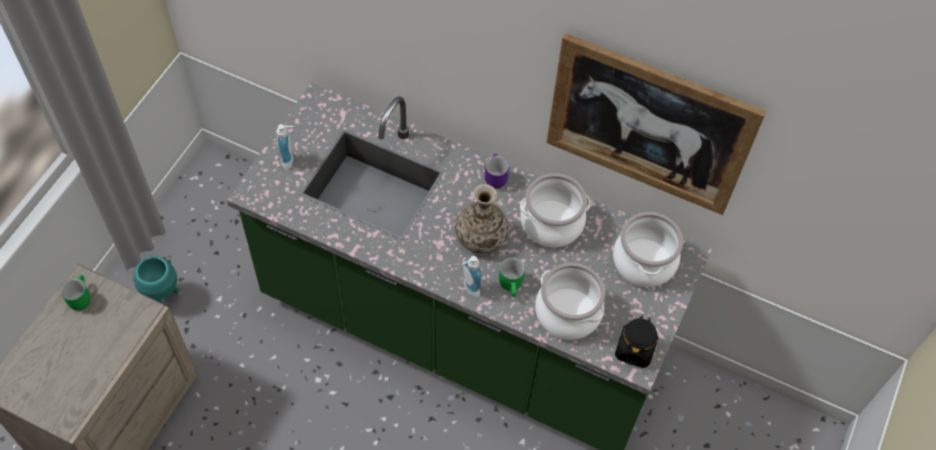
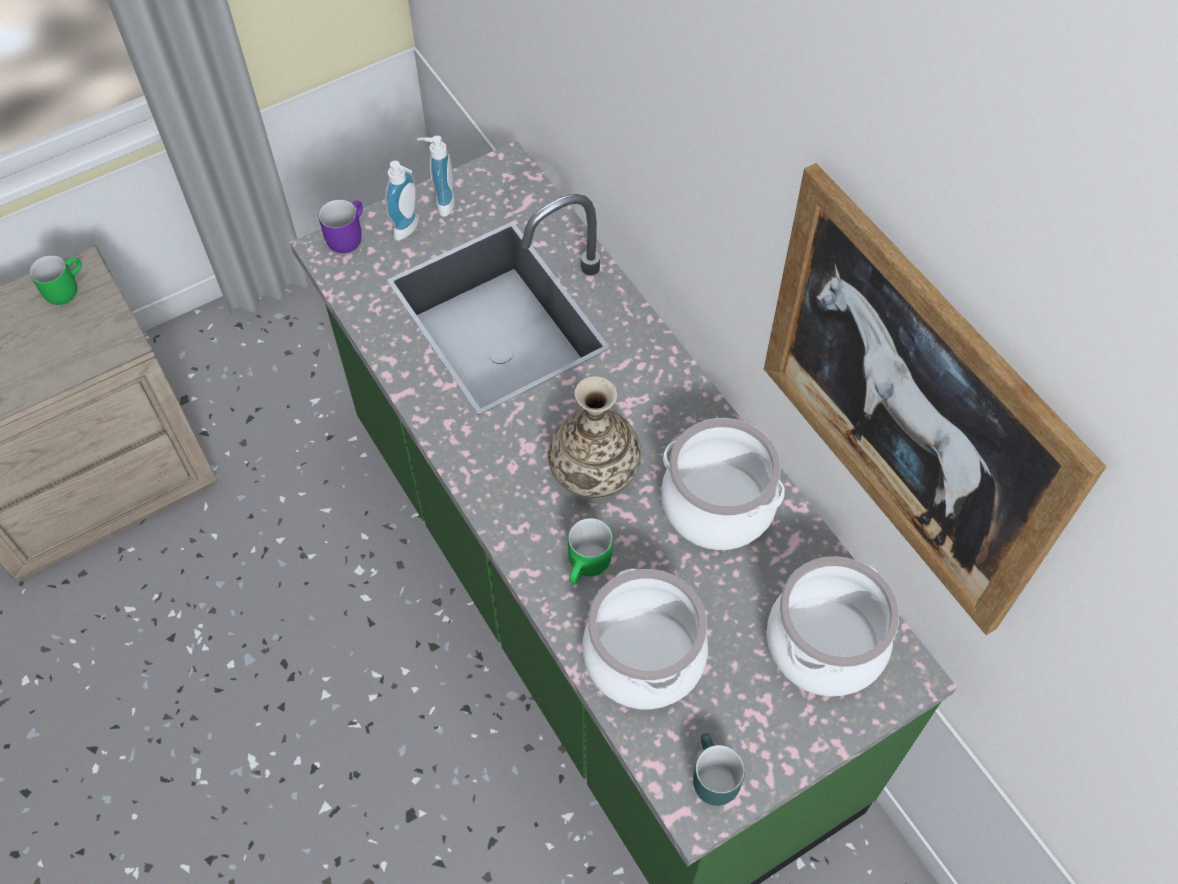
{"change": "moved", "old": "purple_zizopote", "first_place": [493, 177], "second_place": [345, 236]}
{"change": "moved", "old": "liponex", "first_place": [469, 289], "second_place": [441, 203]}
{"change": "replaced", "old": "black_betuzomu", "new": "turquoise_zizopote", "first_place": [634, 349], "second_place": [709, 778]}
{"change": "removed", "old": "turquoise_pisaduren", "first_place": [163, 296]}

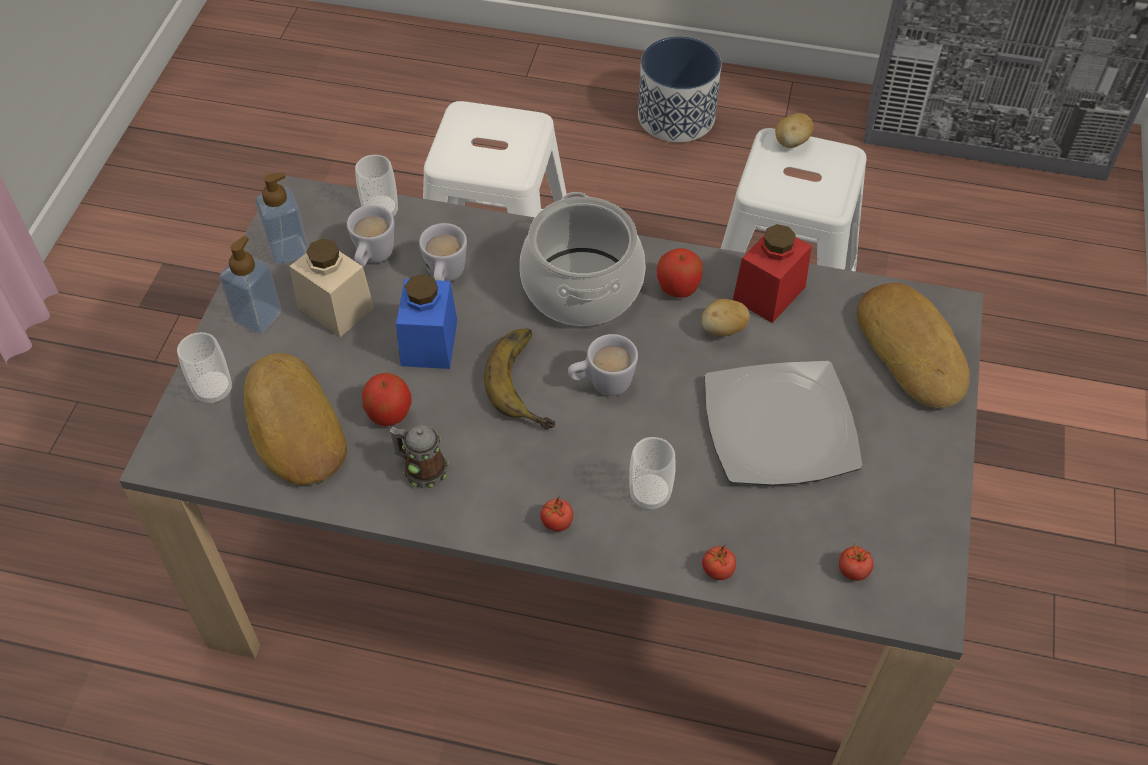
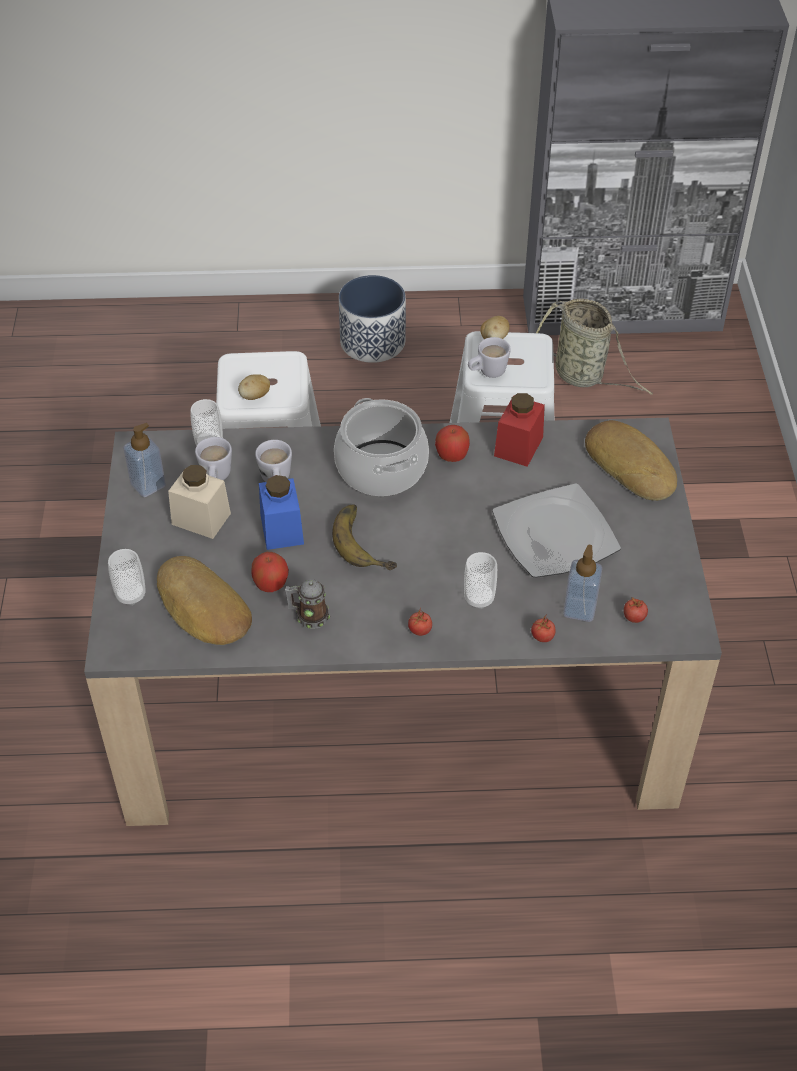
{"change": "moved", "old": "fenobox", "first_place": [723, 330], "second_place": [255, 396]}
{"change": "moved", "old": "white_zizopote", "first_place": [601, 384], "second_place": [487, 372]}
{"change": "added", "new": "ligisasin", "second_place": [582, 376]}
{"change": "moved", "old": "liponex", "first_place": [258, 317], "second_place": [579, 609]}

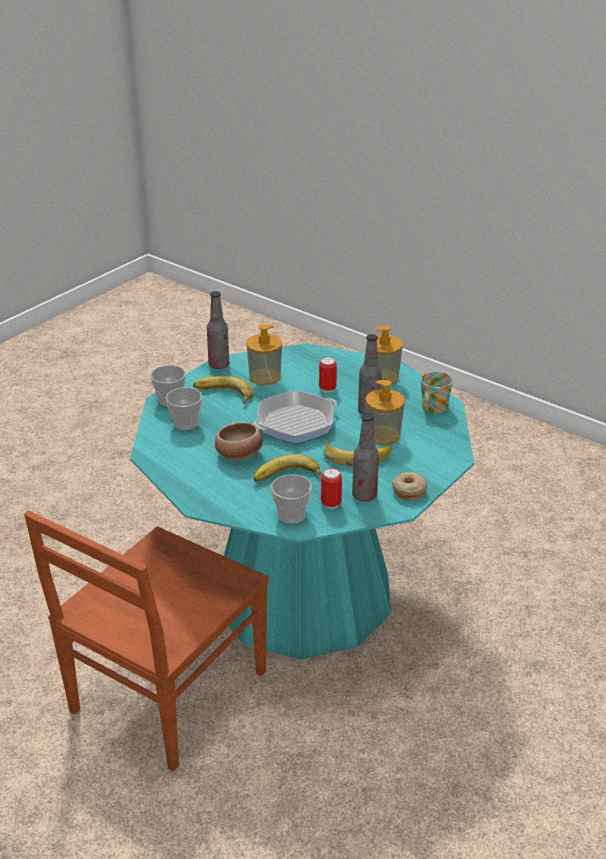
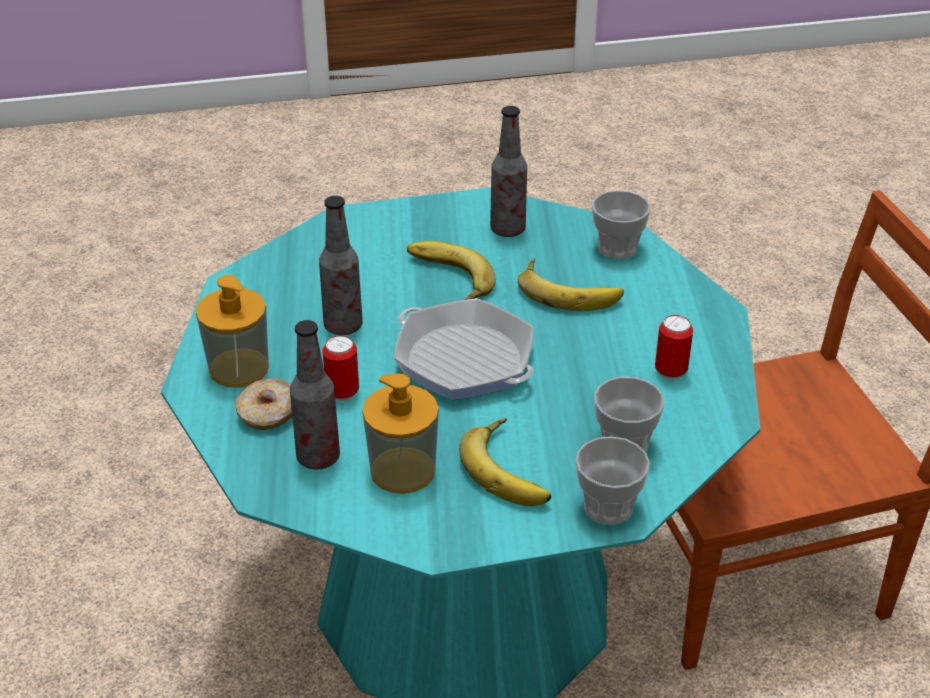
{"change": "moved", "old": "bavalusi", "first_place": [408, 491], "second_place": [268, 413]}
{"change": "moved", "old": "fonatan", "first_place": [219, 365], "second_place": [318, 457]}
{"change": "turned", "old": "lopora", "first_place": [295, 423], "second_place": [464, 360], "degrees": -150}
{"change": "moved", "old": "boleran", "first_place": [331, 504], "second_place": [670, 372]}
{"change": "removed", "old": "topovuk", "first_place": [239, 455]}
{"change": "removed", "old": "liponex", "first_place": [383, 435]}
{"change": "removed", "old": "zizopote", "first_place": [432, 408]}

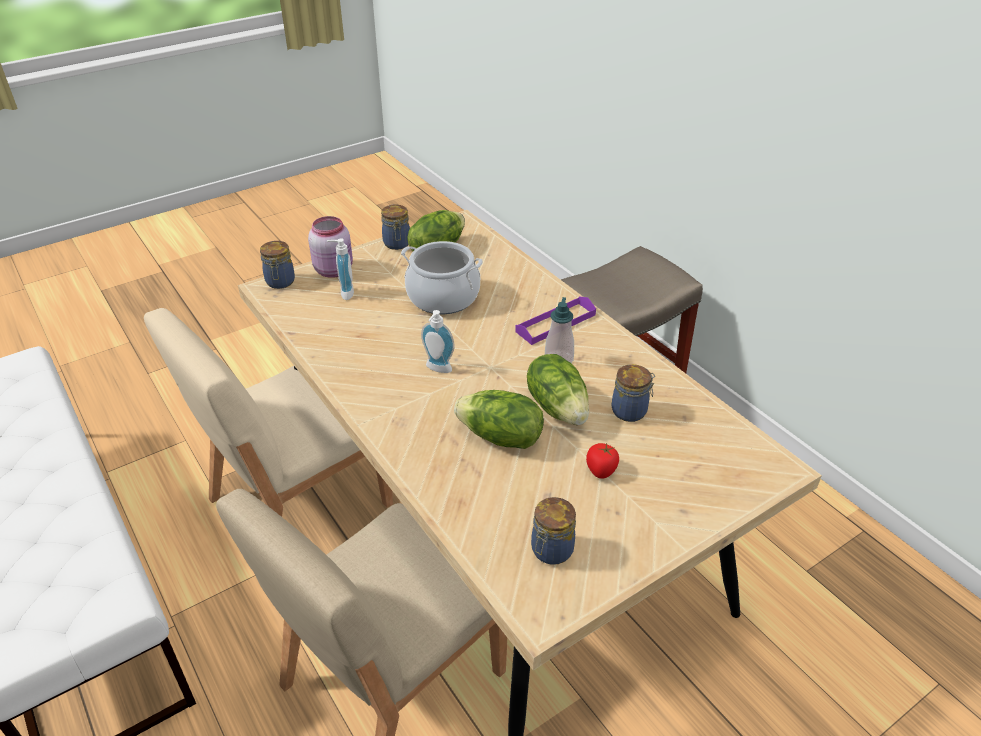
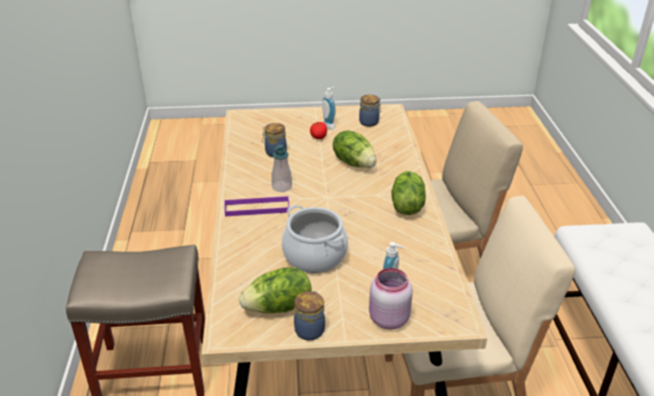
{"change": "moved", "old": "liponex", "first_place": [437, 369], "second_place": [330, 125]}
{"change": "moved", "old": "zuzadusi", "first_place": [558, 407], "second_place": [406, 205]}
{"change": "removed", "old": "betuzomu", "first_place": [280, 282]}

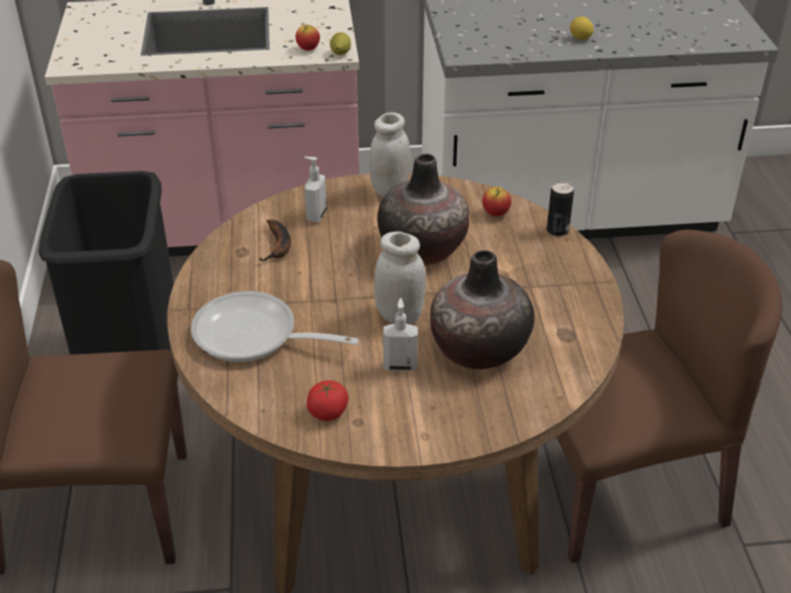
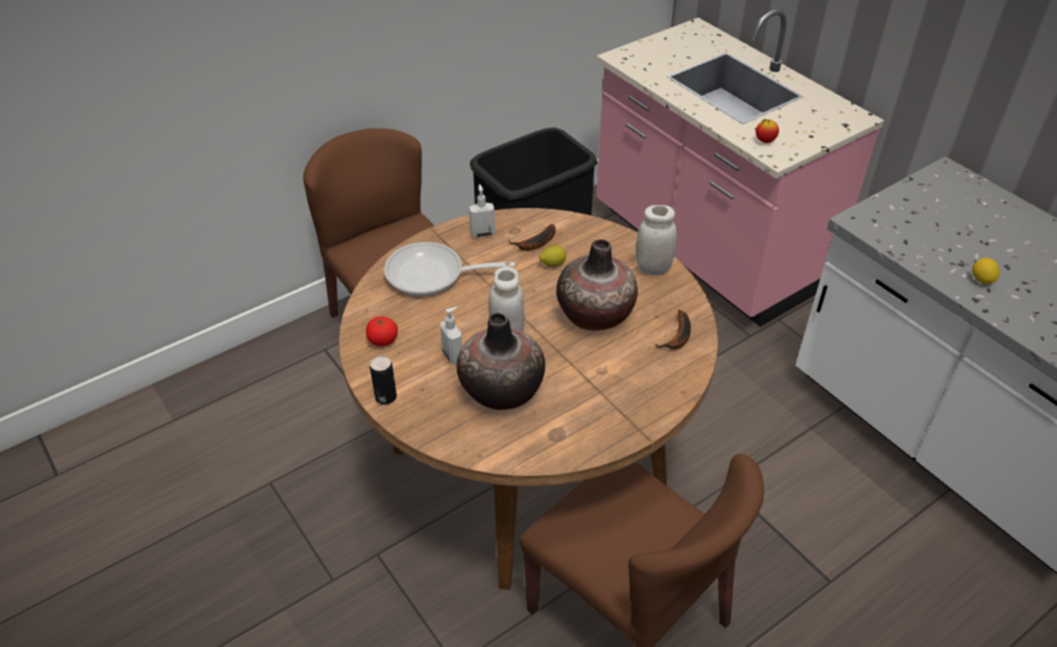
{"change": "moved", "old": "boleran", "first_place": [557, 230], "second_place": [386, 397]}
{"change": "turned", "old": "lopora", "first_place": [254, 336], "second_place": [432, 275], "degrees": -75}
{"change": "moved", "old": "liponex", "first_place": [315, 215], "second_place": [482, 233]}
{"change": "moved", "old": "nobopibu", "first_place": [340, 53], "second_place": [552, 264]}
{"change": "replaced", "old": "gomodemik", "new": "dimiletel", "first_place": [495, 214], "second_place": [678, 337]}

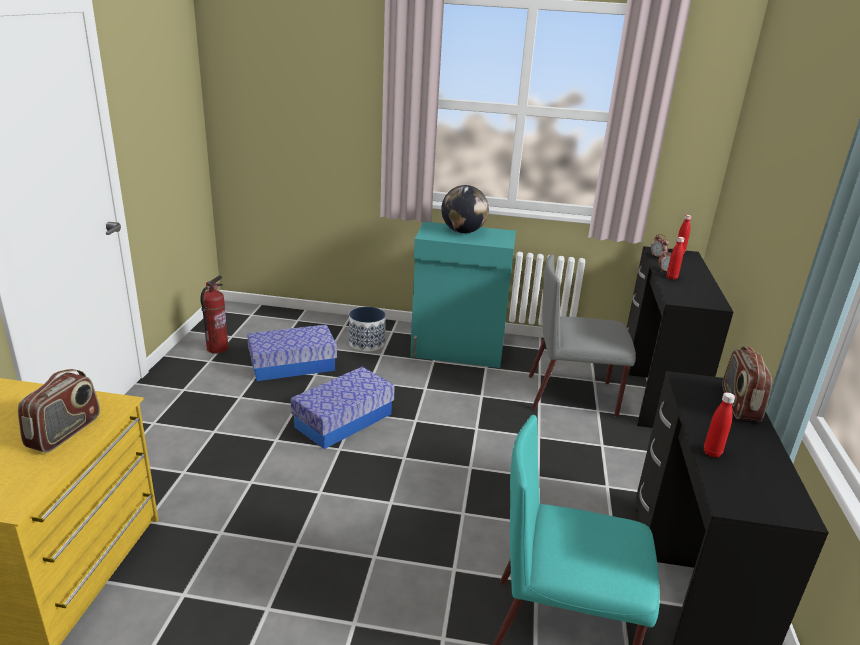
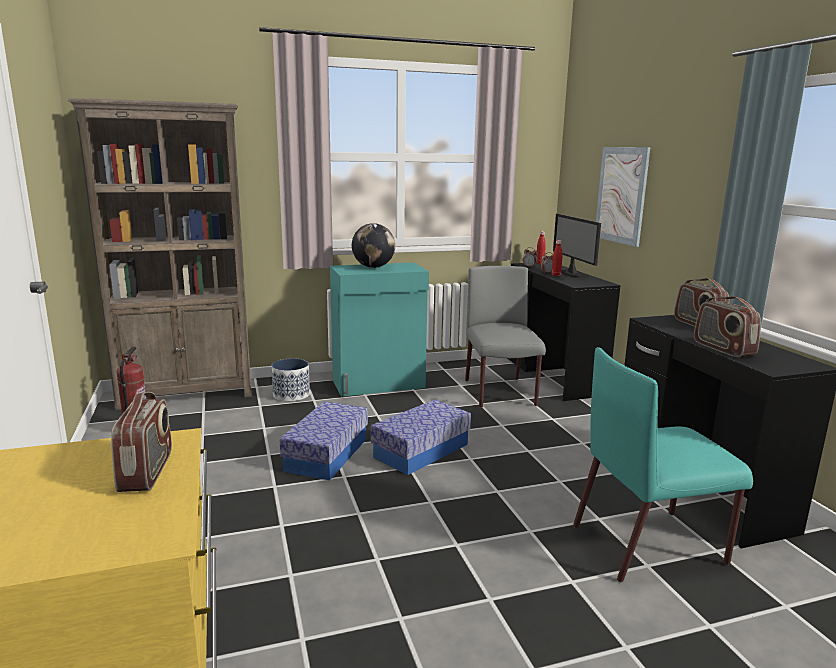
{"change": "added", "new": "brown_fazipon", "second_place": [187, 394]}
{"change": "moved", "old": "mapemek", "first_place": [293, 365], "second_place": [421, 451]}
{"change": "turned", "old": "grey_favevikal", "first_place": [573, 396], "second_place": [500, 393], "degrees": 105}
{"change": "added", "new": "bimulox", "second_place": [572, 274]}
{"change": "added", "new": "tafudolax", "second_place": [621, 195]}
{"change": "replaced", "old": "red_fonatan", "new": "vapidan", "first_place": [712, 453], "second_place": [722, 349]}

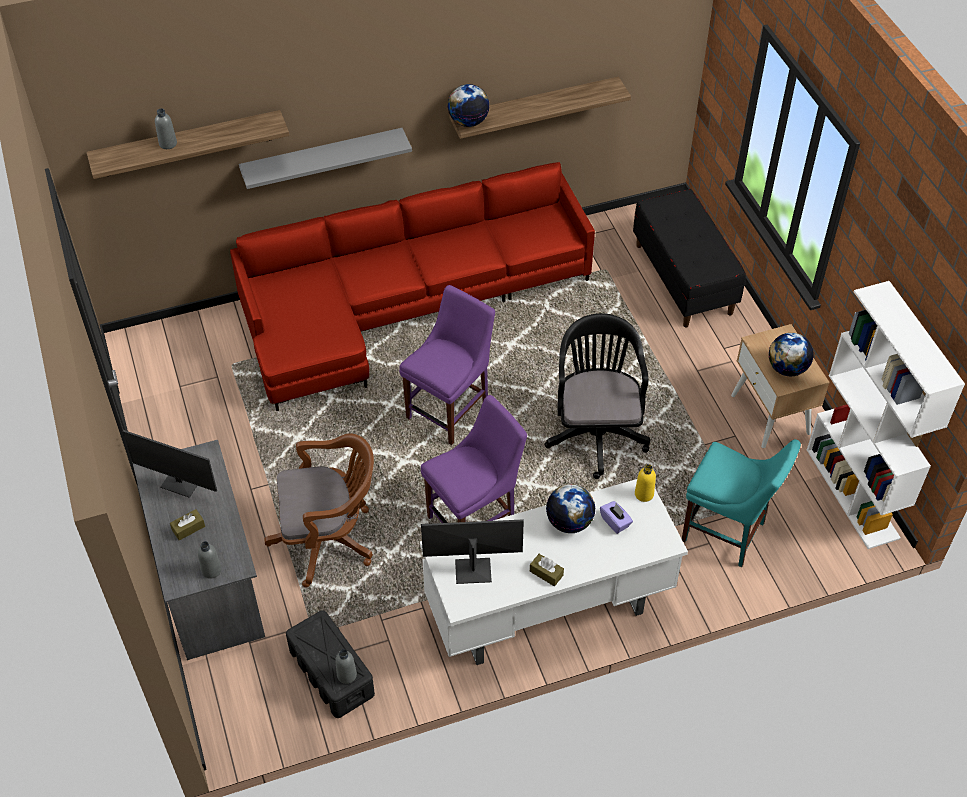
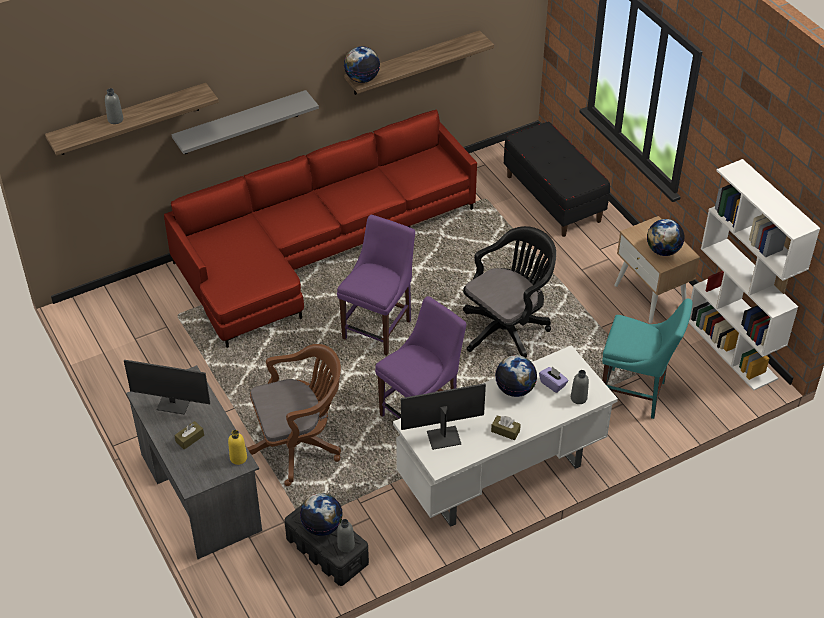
{"change": "moved", "old": "yellow_fonatan", "first_place": [644, 494], "second_place": [238, 458]}
{"change": "added", "new": "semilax", "second_place": [322, 526]}
{"change": "turned", "old": "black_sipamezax", "first_place": [596, 431], "second_place": [507, 329], "degrees": 60}
{"change": "moved", "old": "grey_fonatan", "first_place": [211, 570], "second_place": [578, 398]}

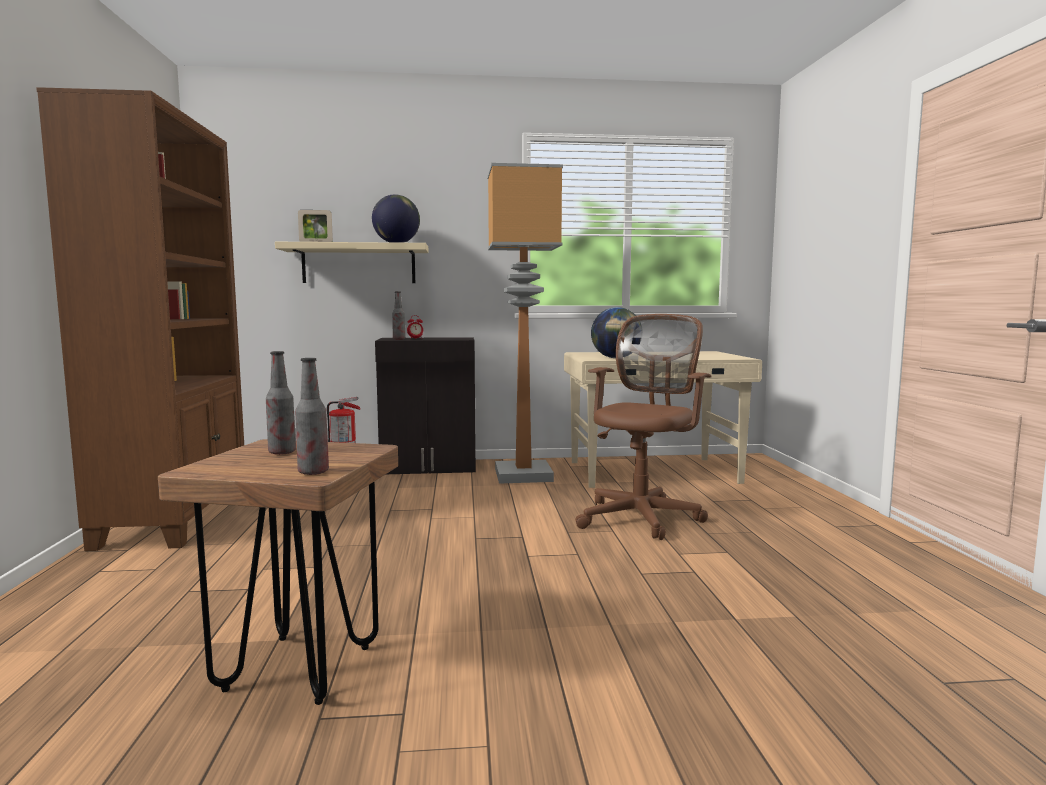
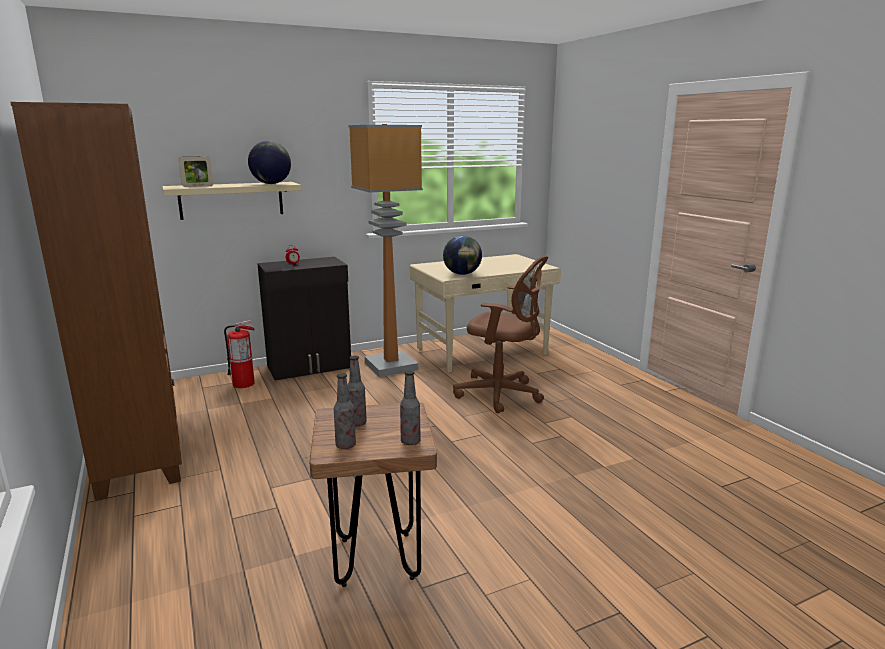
{"change": "moved", "old": "fonatan", "first_place": [399, 339], "second_place": [345, 445]}
{"change": "turned", "old": "brown_sipamezax", "first_place": [642, 517], "second_place": [501, 395], "degrees": 105}

